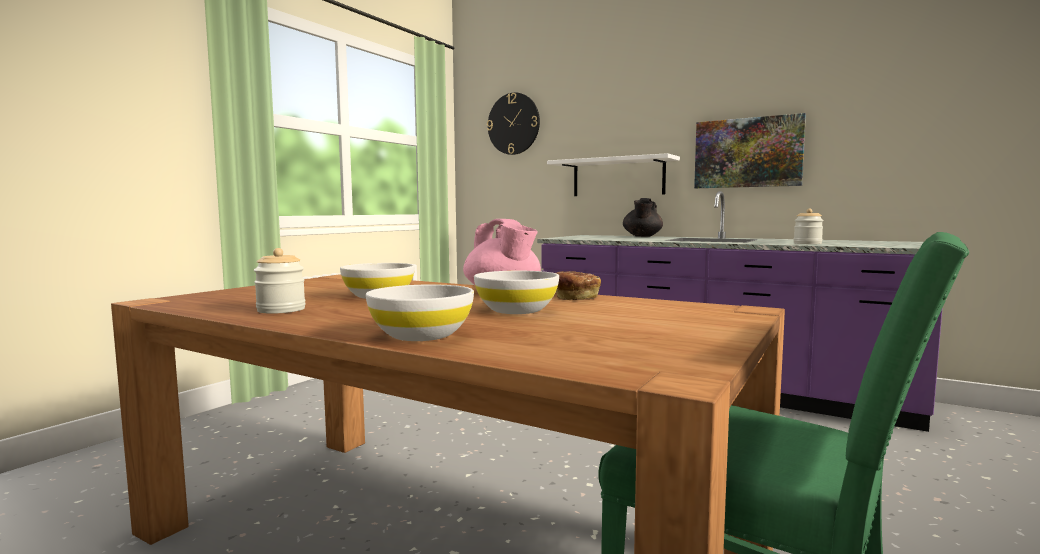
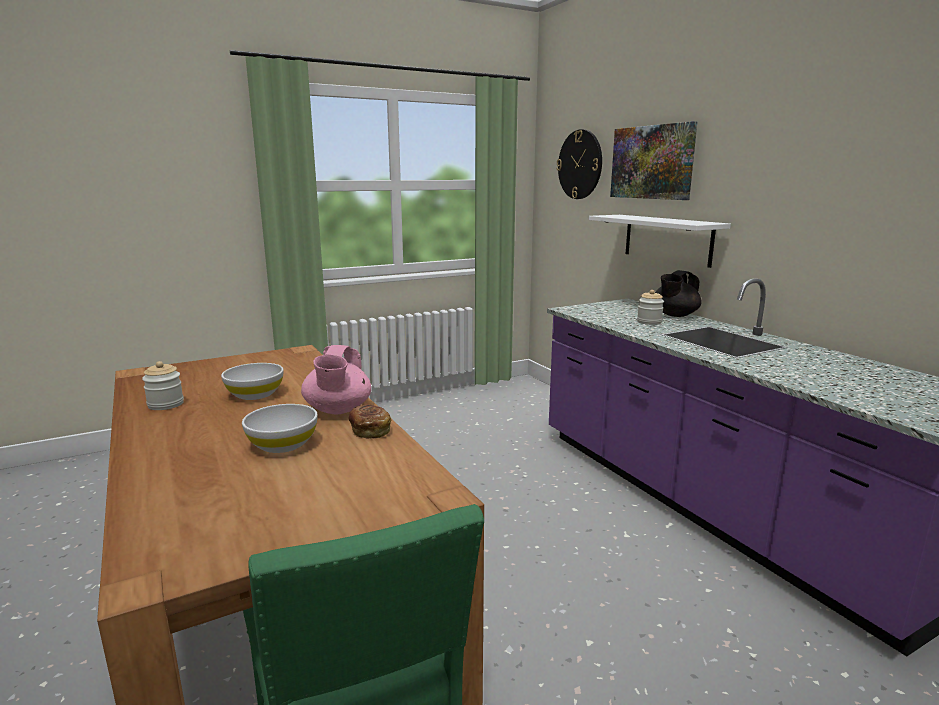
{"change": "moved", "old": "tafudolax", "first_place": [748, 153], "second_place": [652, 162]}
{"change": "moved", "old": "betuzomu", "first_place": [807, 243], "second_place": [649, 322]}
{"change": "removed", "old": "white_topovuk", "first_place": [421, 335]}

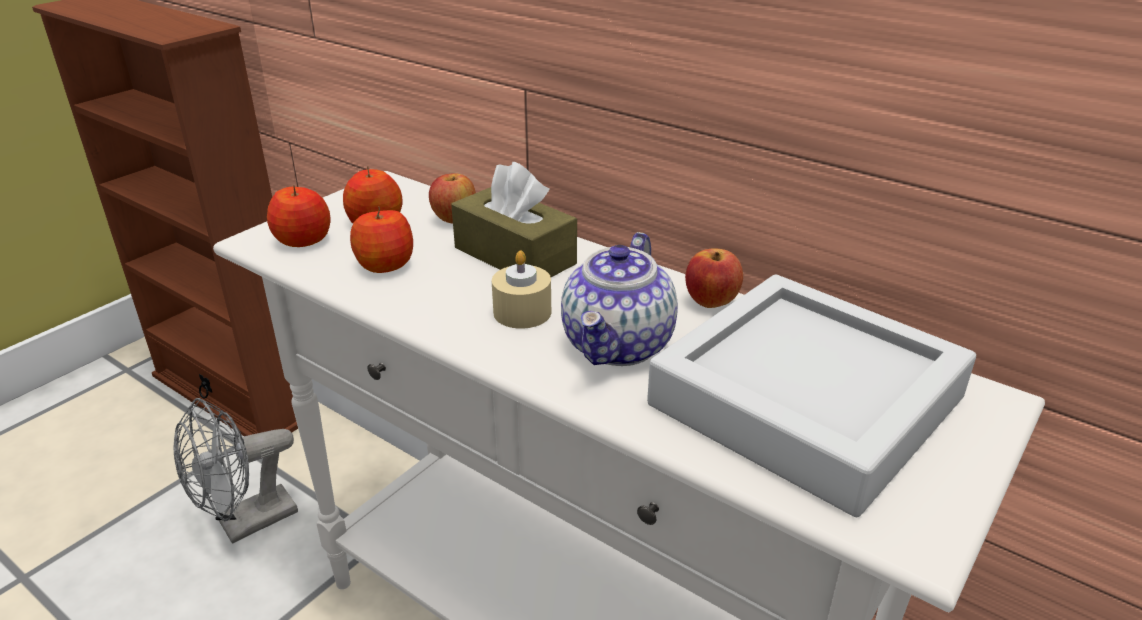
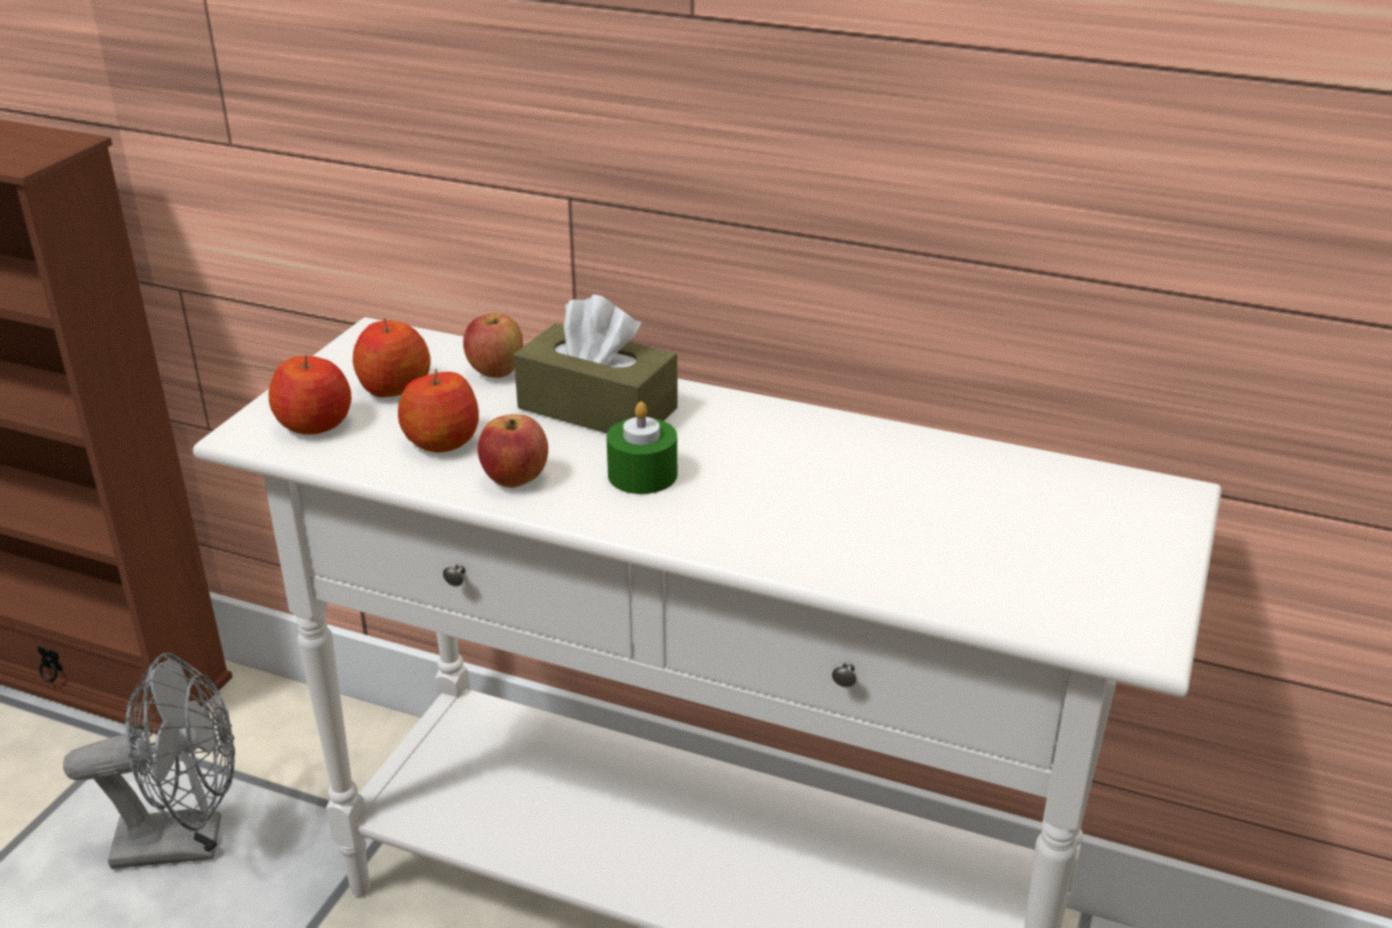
{"change": "turned", "old": "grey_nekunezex", "first_place": [247, 523], "second_place": [186, 841], "degrees": -135}
{"change": "moved", "old": "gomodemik", "first_place": [711, 302], "second_place": [515, 479]}
{"change": "recoloured", "old": "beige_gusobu", "new": "green_gusobu", "first_place": [522, 312], "second_place": [642, 474]}
{"change": "removed", "old": "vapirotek", "first_place": [619, 345]}
{"change": "removed", "old": "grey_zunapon", "first_place": [805, 401]}

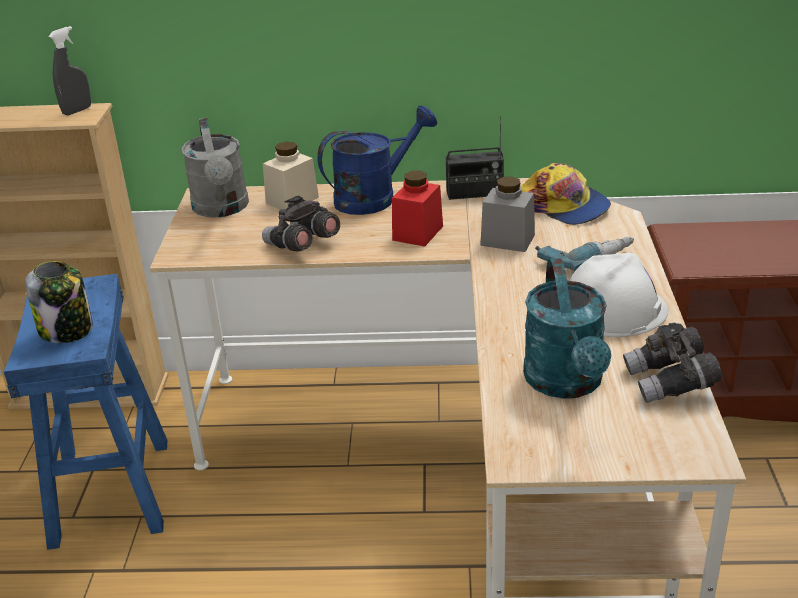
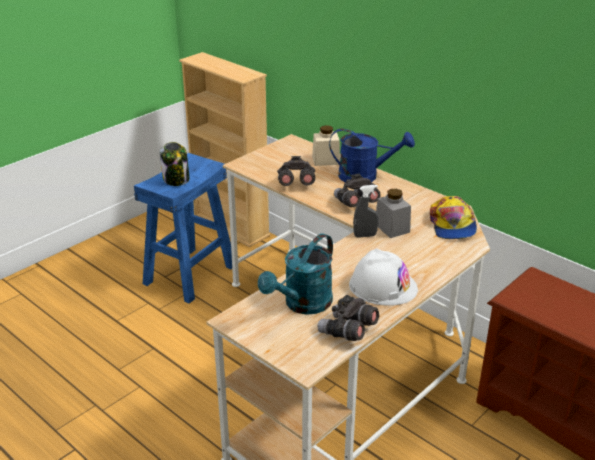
{"change": "replaced", "old": "red_betuzomu", "new": "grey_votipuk", "first_place": [417, 233], "second_place": [355, 203]}
{"change": "moved", "old": "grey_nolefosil", "first_place": [77, 111], "second_place": [365, 235]}
{"change": "removed", "old": "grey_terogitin", "first_place": [222, 209]}
{"change": "removed", "old": "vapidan", "first_place": [474, 193]}
{"change": "removed", "old": "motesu", "first_place": [584, 256]}

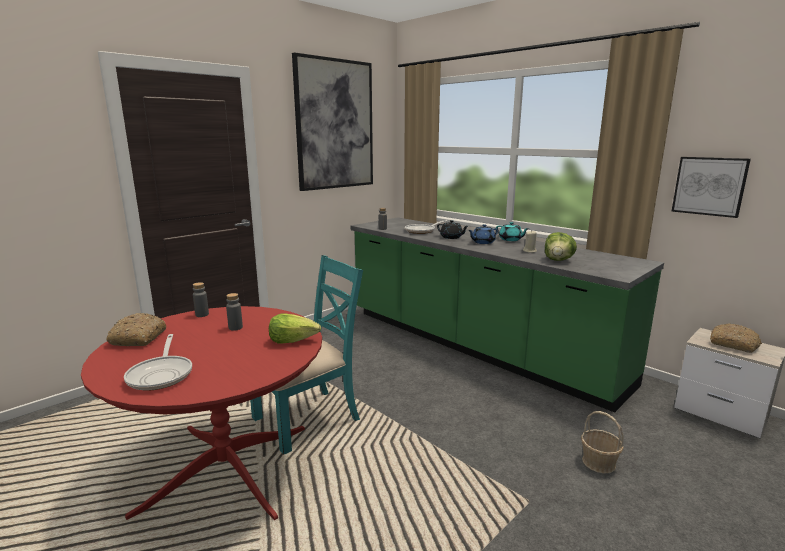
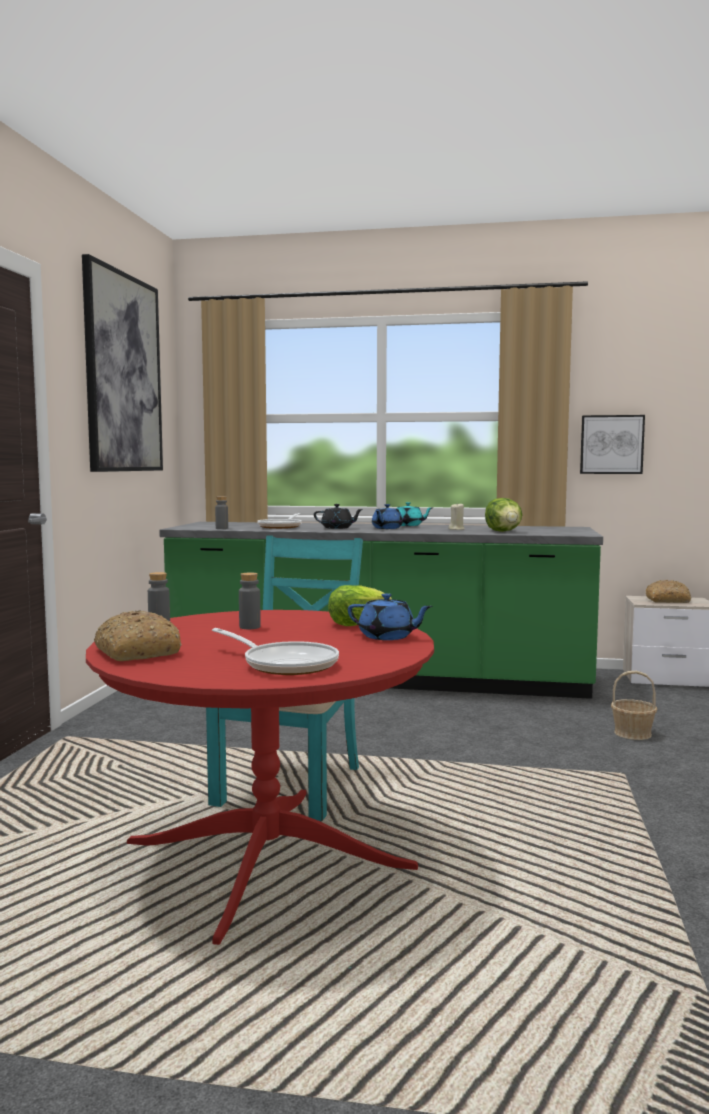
{"change": "added", "new": "blue_vapirotek", "second_place": [387, 637]}

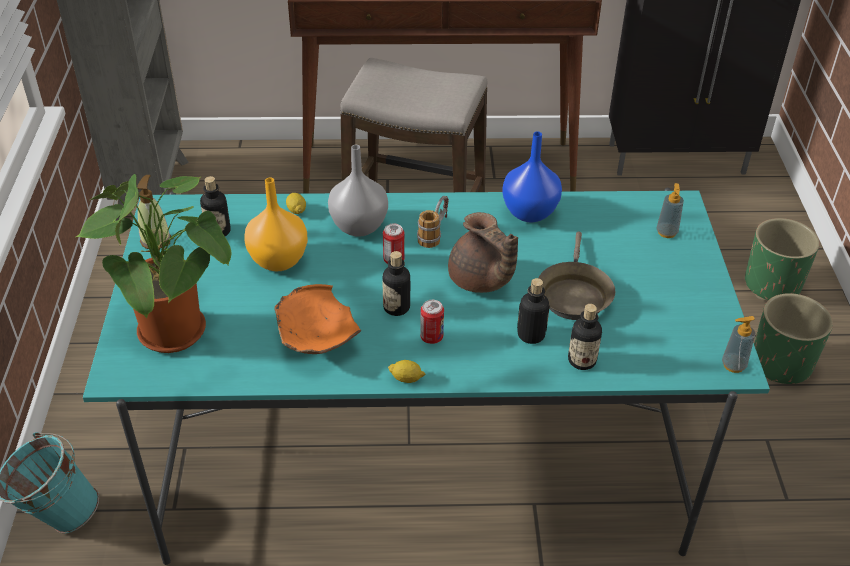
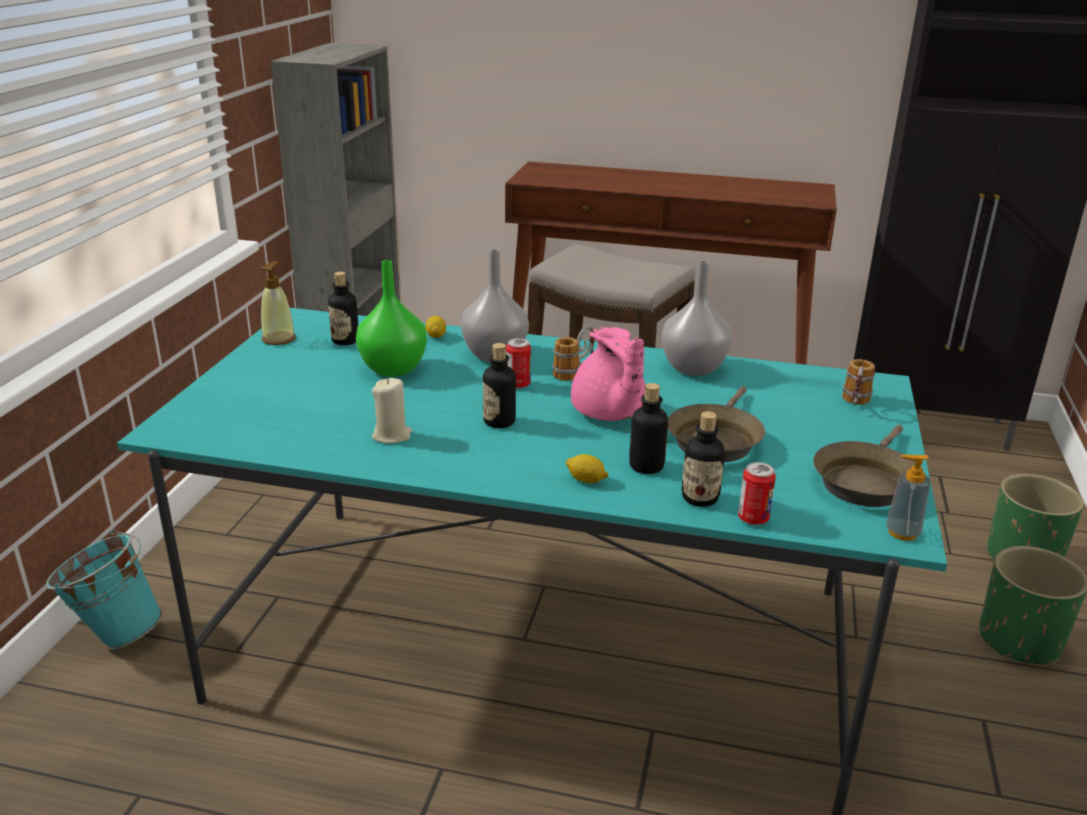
{"change": "recoloured", "old": "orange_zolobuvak", "new": "green_zolobuvak", "first_place": [278, 259], "second_place": [393, 368]}
{"change": "replaced", "old": "orange_topovuk", "new": "beige_gusobu", "first_place": [316, 341], "second_place": [392, 435]}
{"change": "moved", "old": "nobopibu", "first_place": [406, 378], "second_place": [586, 480]}
{"change": "recoloured", "old": "brown_vapirotek", "new": "pink_vapirotek", "first_place": [480, 280], "second_place": [608, 413]}
{"change": "recoloured", "old": "blue_zolobuvak", "new": "grey_zolobuvak", "first_place": [529, 211], "second_place": [693, 367]}
{"change": "moved", "old": "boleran", "first_place": [431, 337], "second_place": [753, 519]}
{"change": "added", "new": "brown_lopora", "second_place": [865, 481]}
{"change": "replaced", "old": "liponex", "new": "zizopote", "first_place": [666, 232], "second_place": [854, 404]}
{"change": "removed", "old": "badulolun", "first_place": [179, 335]}

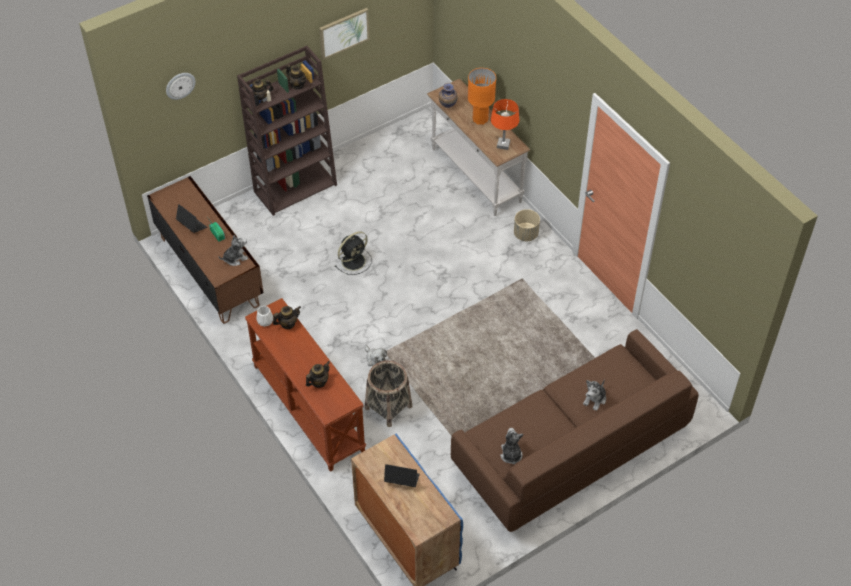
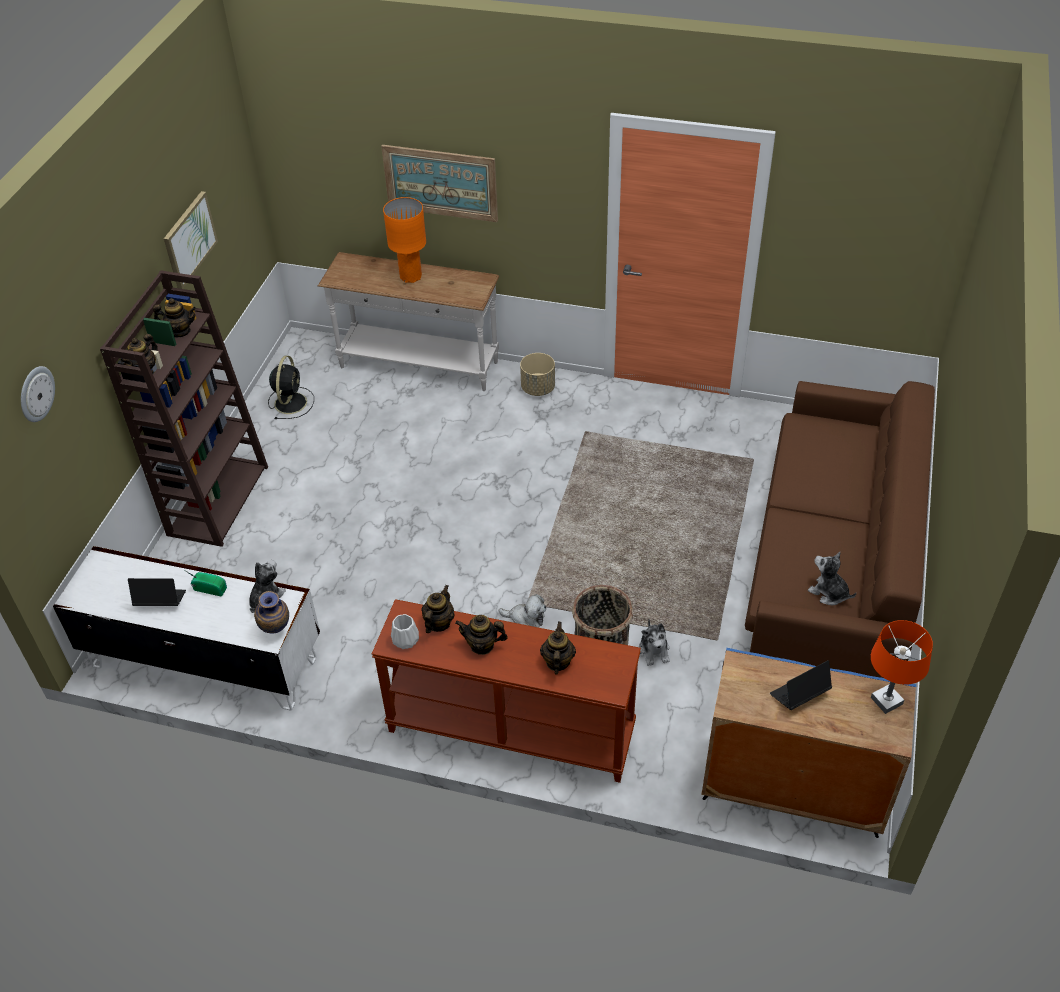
{"change": "recoloured", "old": "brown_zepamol", "new": "white_zepamol", "first_place": [210, 270], "second_place": [204, 660]}
{"change": "moved", "old": "zolobuvak", "first_place": [447, 107], "second_place": [276, 631]}
{"change": "moved", "old": "black_nekunezex", "first_place": [354, 260], "second_place": [291, 402]}
{"change": "added", "new": "tafudolax", "second_place": [440, 183]}
{"change": "added", "new": "vapirotek", "second_place": [482, 645]}
{"change": "moved", "old": "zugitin", "first_place": [595, 399], "second_place": [654, 650]}
{"change": "moved", "old": "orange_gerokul", "first_place": [503, 145], "second_place": [886, 701]}

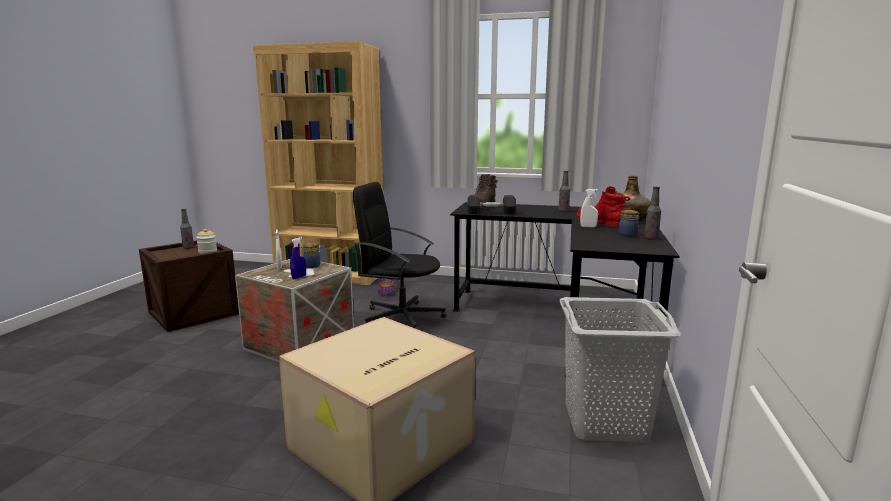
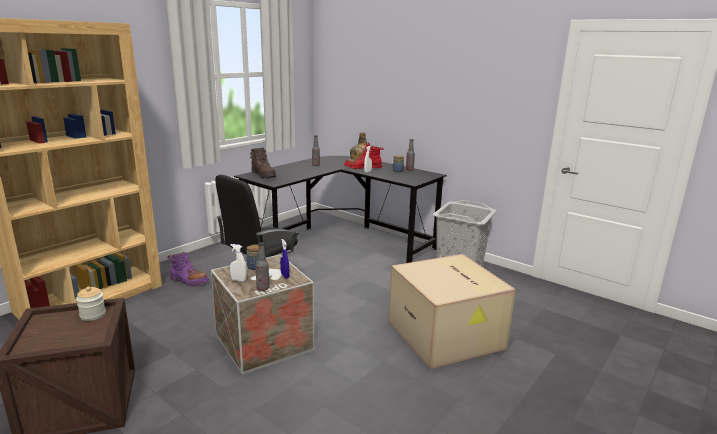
{"change": "moved", "old": "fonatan", "first_place": [188, 248], "second_place": [263, 288]}
{"change": "removed", "old": "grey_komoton", "first_place": [491, 213]}

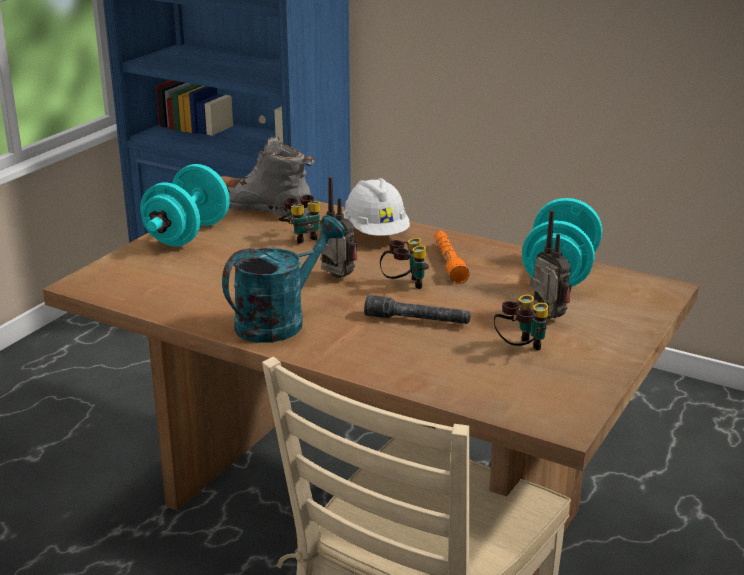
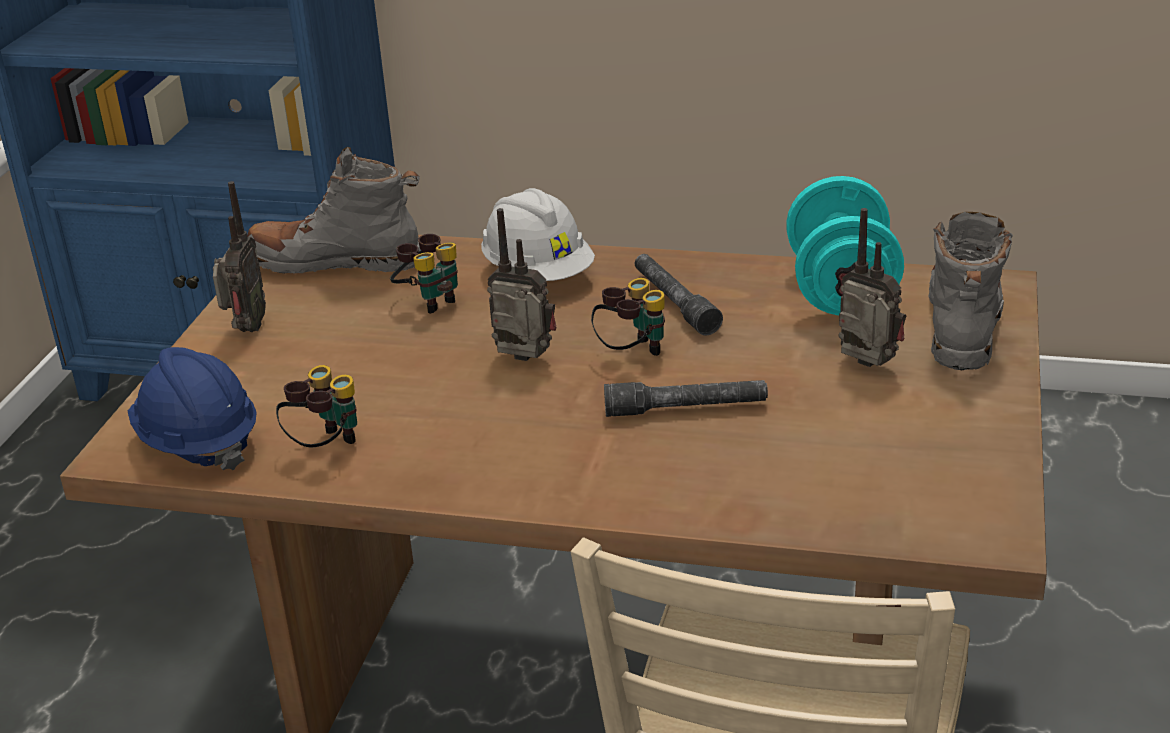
{"change": "added", "new": "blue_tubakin", "second_place": [198, 443]}
{"change": "replaced", "old": "turquoise_komoton", "new": "vapidan", "first_place": [188, 234], "second_place": [245, 329]}
{"change": "moved", "old": "votipuk", "first_place": [520, 349], "second_place": [325, 447]}
{"change": "recoloured", "old": "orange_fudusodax", "new": "grey_fudusodax", "first_place": [449, 263], "second_place": [674, 303]}
{"change": "added", "new": "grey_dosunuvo", "second_place": [963, 322]}
{"change": "removed", "old": "turquoise_terogitin", "first_place": [280, 320]}

